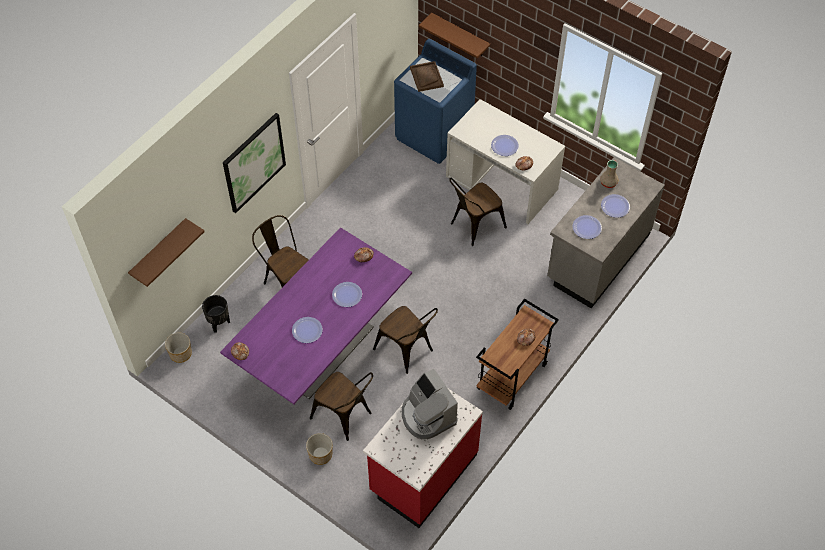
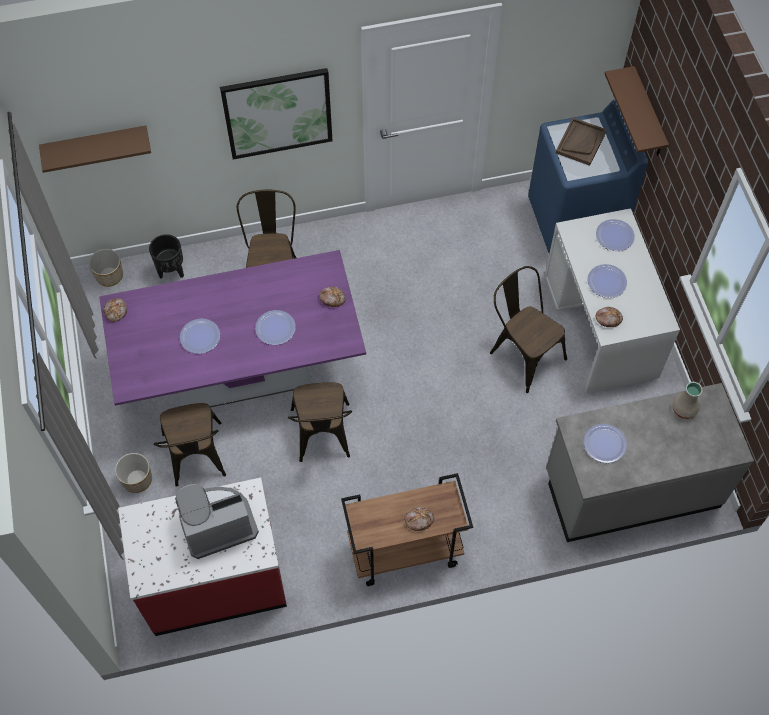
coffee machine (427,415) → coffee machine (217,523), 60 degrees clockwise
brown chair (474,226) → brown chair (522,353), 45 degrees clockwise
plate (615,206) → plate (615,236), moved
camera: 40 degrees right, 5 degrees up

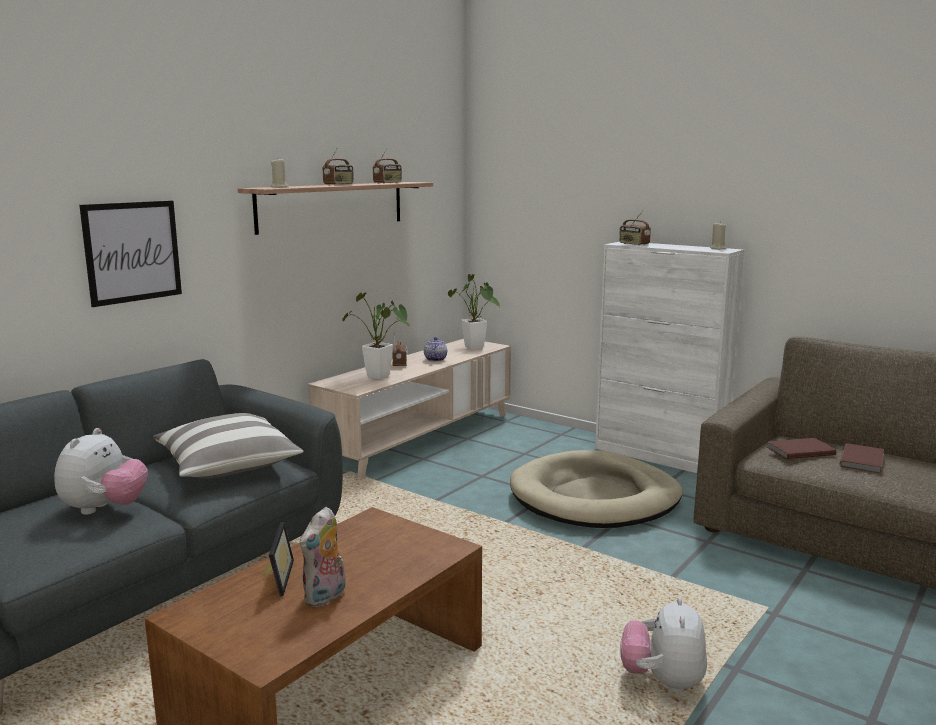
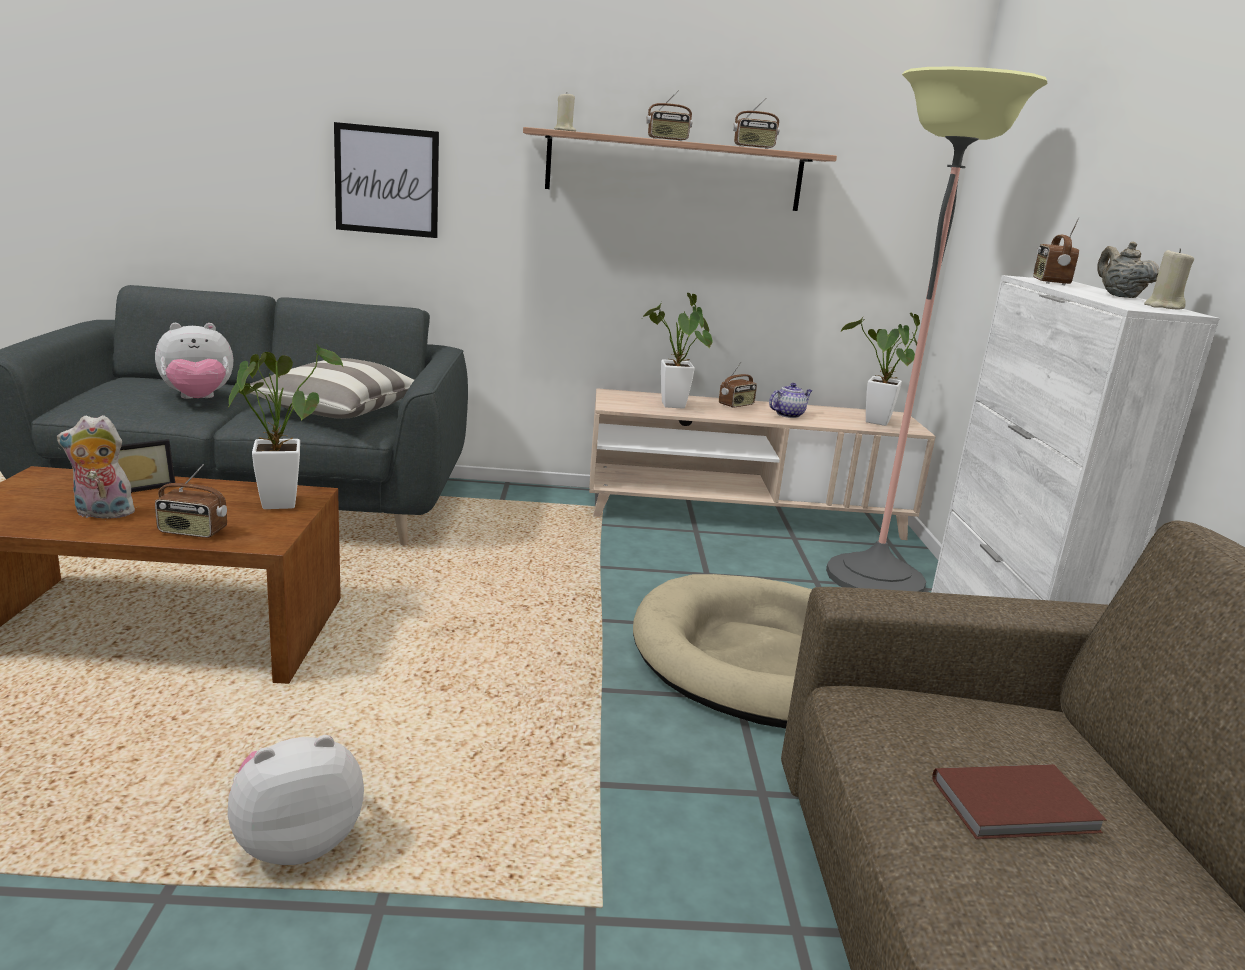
- → radio (192,532)
- → potted plant (280,500)
- → floor lamp (875,578)
- → beige teapot (1119,296)
brown book (799,451) → -
camera: 50 degrees right, 5 degrees up

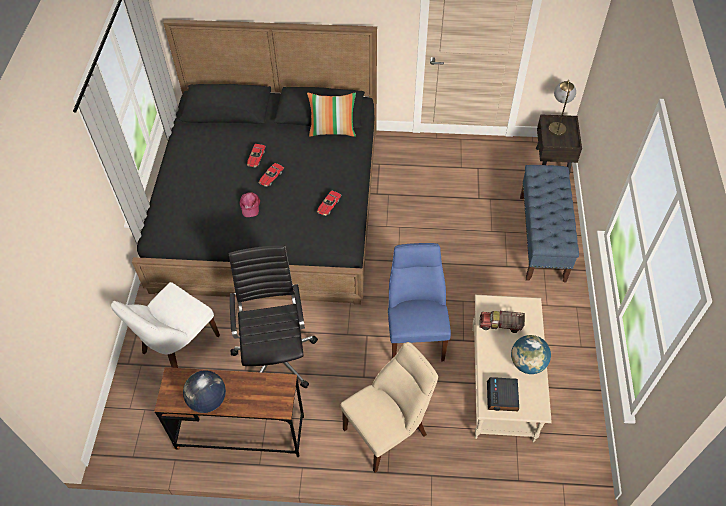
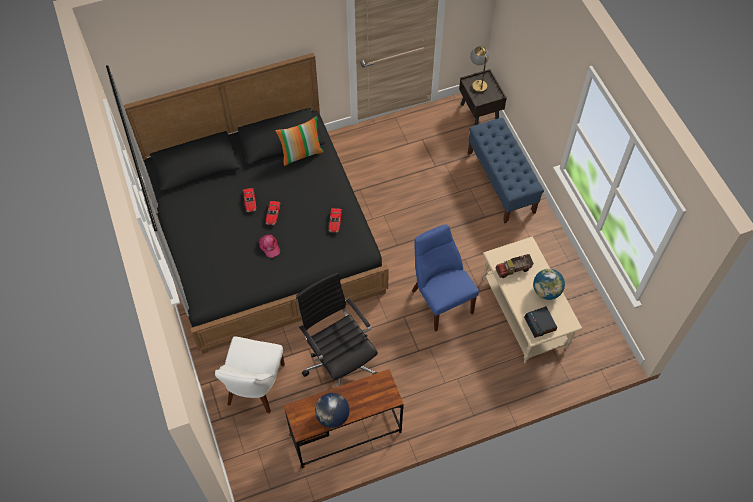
beige chair (388,430) → -
camera: 25 degrees left, 5 degrees up

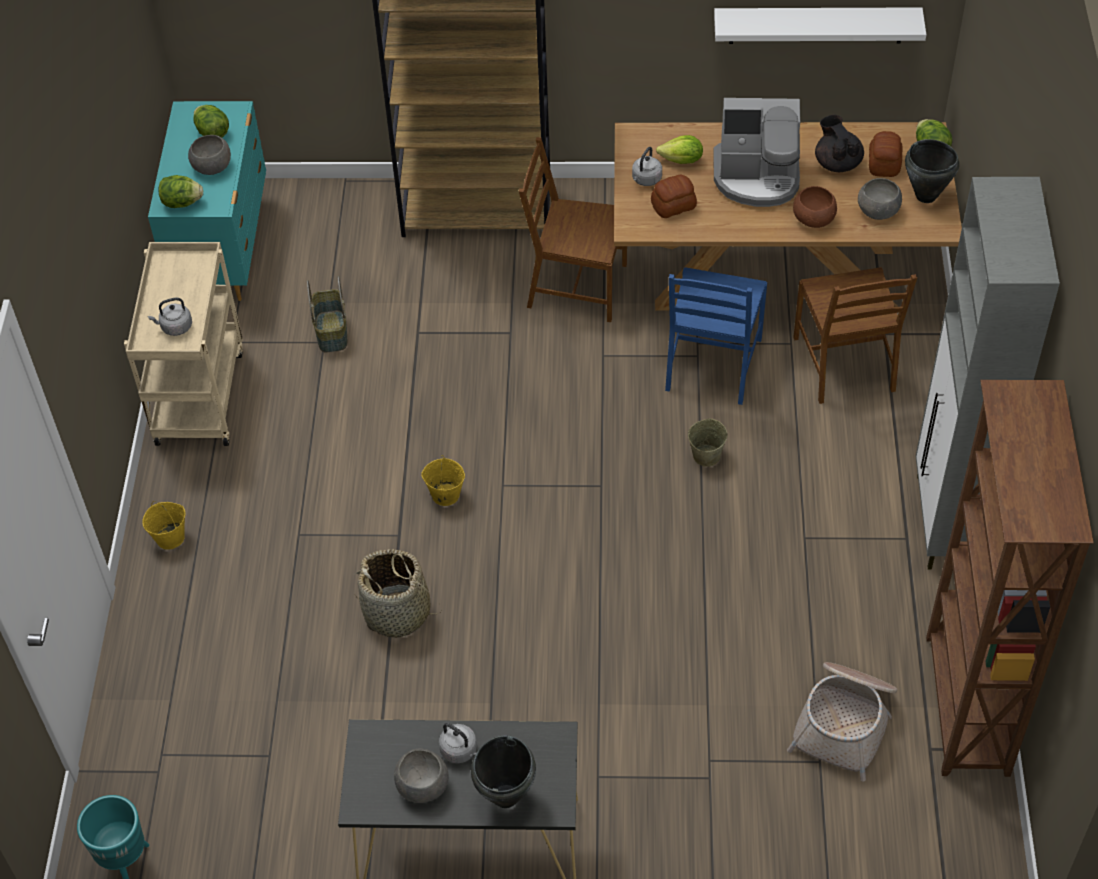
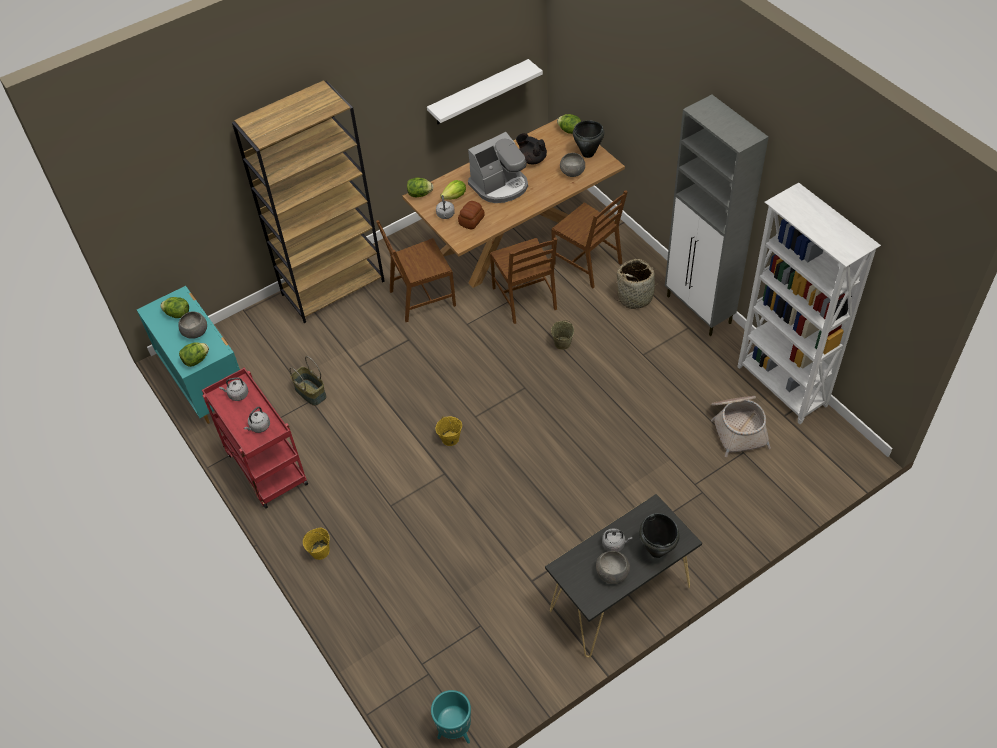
beige cart (199,395) → red cart (265,468)
- → grey kettle (237,395)
- → lettuce (419,194)
blue chair (712,365) → brown chair (525,298)
basket (397,613) → basket (635,297), moved
brown bookcase (965,706) → white bookcase (781,387)
brown bowl (814,218) → -
bread (883,164) → -
camera: 35 degrees left, 0 degrees up

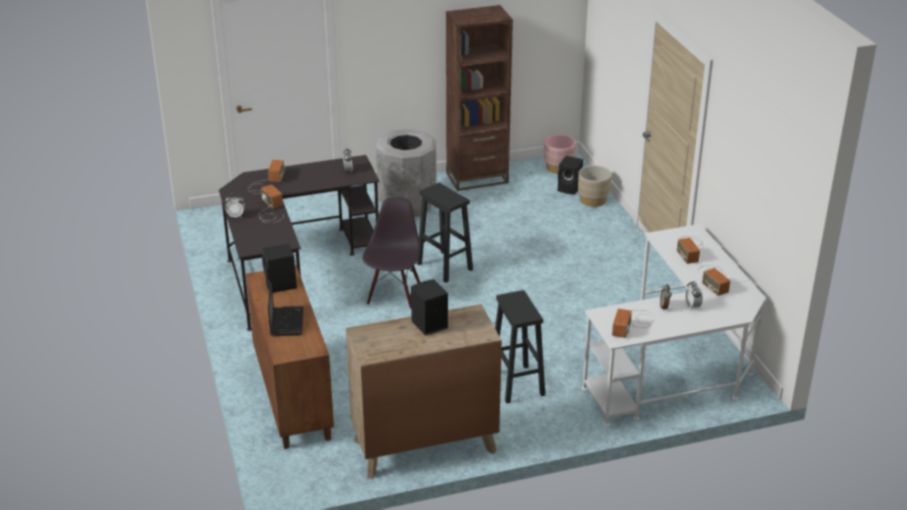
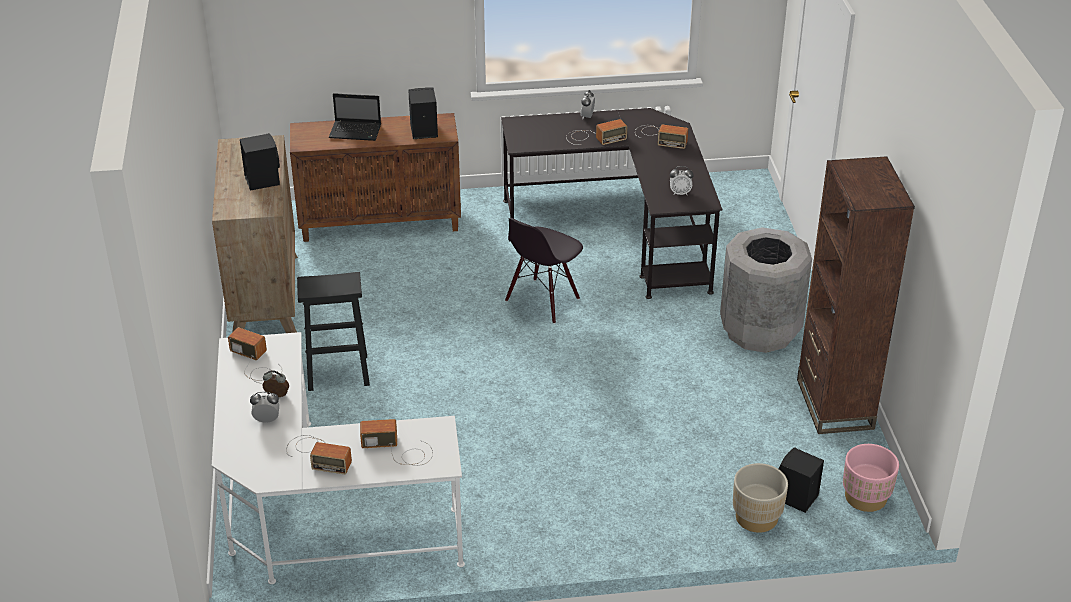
radio (714,279) → radio (317,454), 150 degrees counterclockwise
black chair (394,295) → black chair (543,300), 105 degrees clockwise
black stool (445,267) → -
camera: 100 degrees right, 5 degrees up

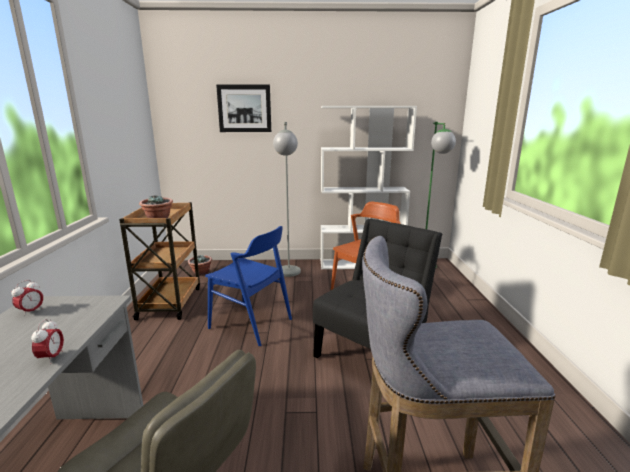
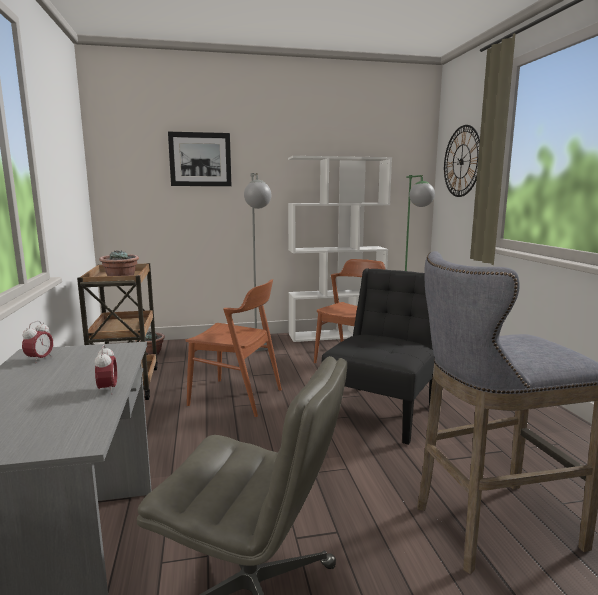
blue chair (251,323) → brown chair (236,397)
- → wall clock (461,161)
camera: 10 degrees left, 5 degrees down

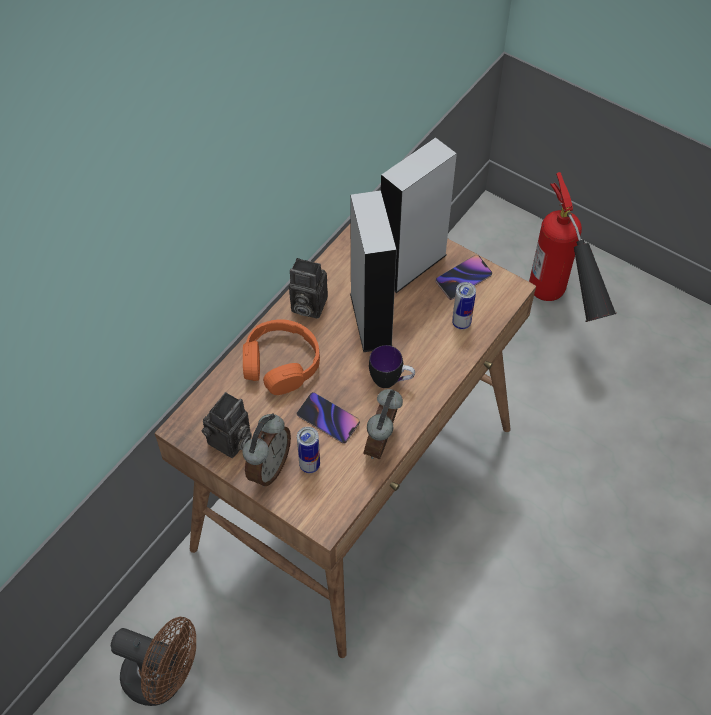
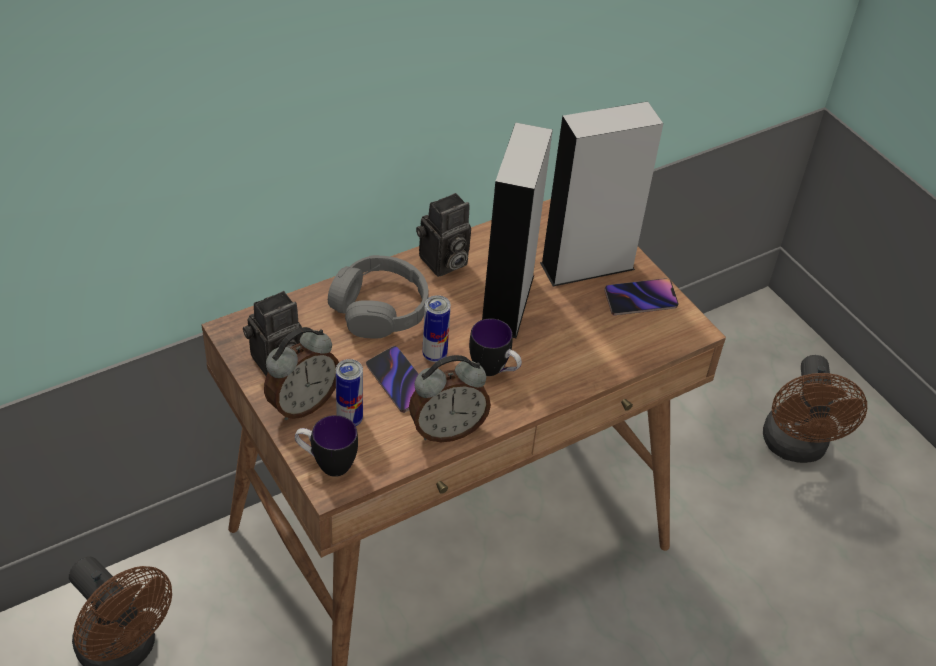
- → mug (326,463)
orange headphones (280,364) → grey headphones (379,308)
alarm clock (383,443) → alarm clock (447,429), 150 degrees counterclockwise
photo camera (306,305) → photo camera (443,263), 75 degrees counterclockwise
can (461,323) → can (434,355), moved
fire extinguisher (561,314) → brown fan (796,448)
camera: 20 degrees right, 10 degrees down

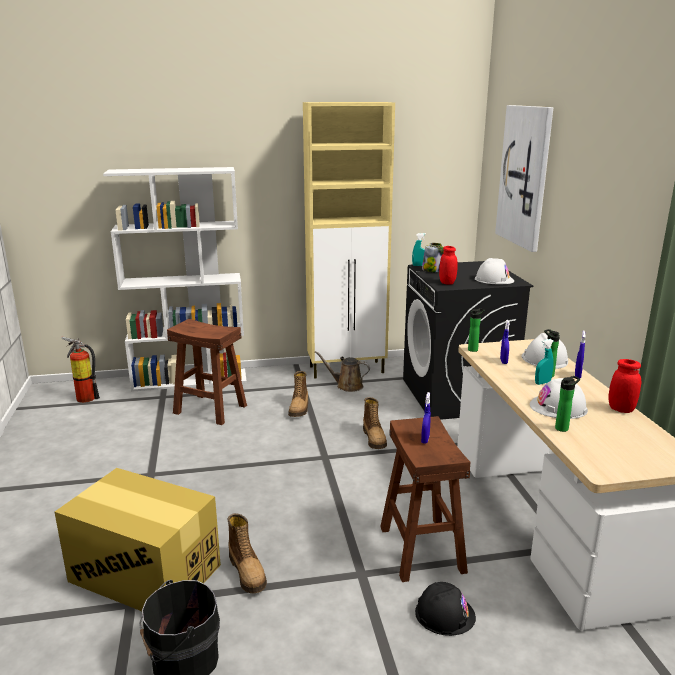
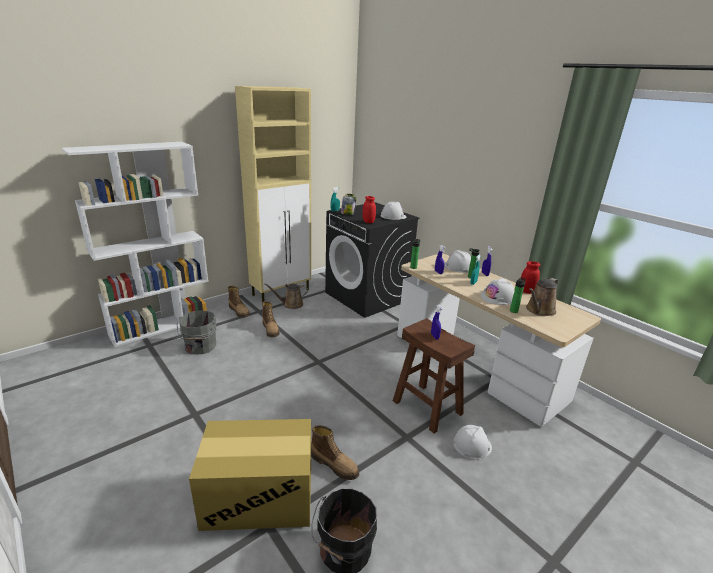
brown stool (209,409) → grey bucket (200,346)
boot (374,439) → boot (239,311), moved
black hard hat (444,614) → white hard hat (472,444)
- → brown watering can (539,310)
fire extinguisher (84,397) → -
picture (525,176) → -
camera: 30 degrees left, 5 degrees up

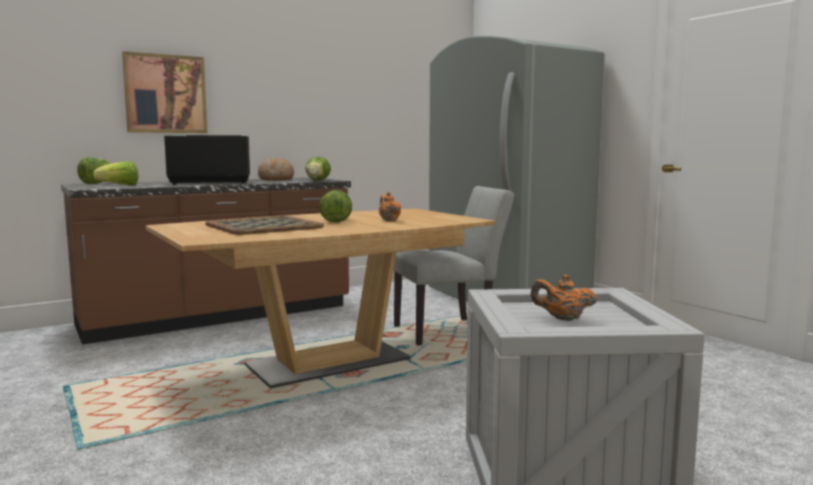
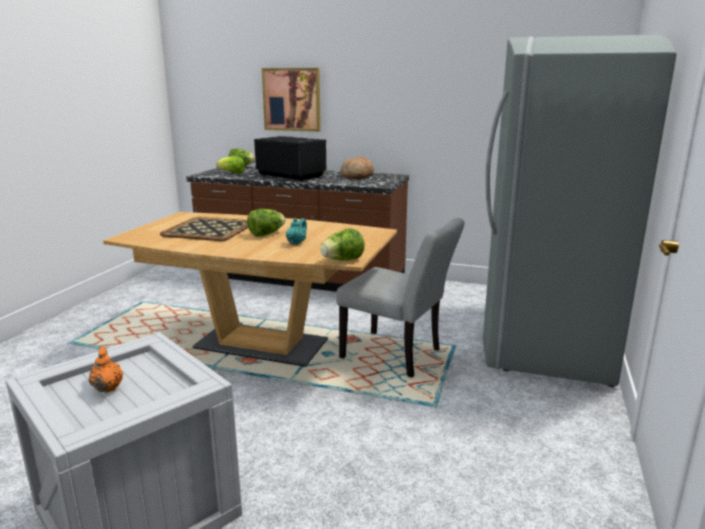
orange teapot (389,220) → turquoise teapot (296,243)
lettuce (317,180) → lettuce (342,260), moved
camera: 50 degrees right, 10 degrees up

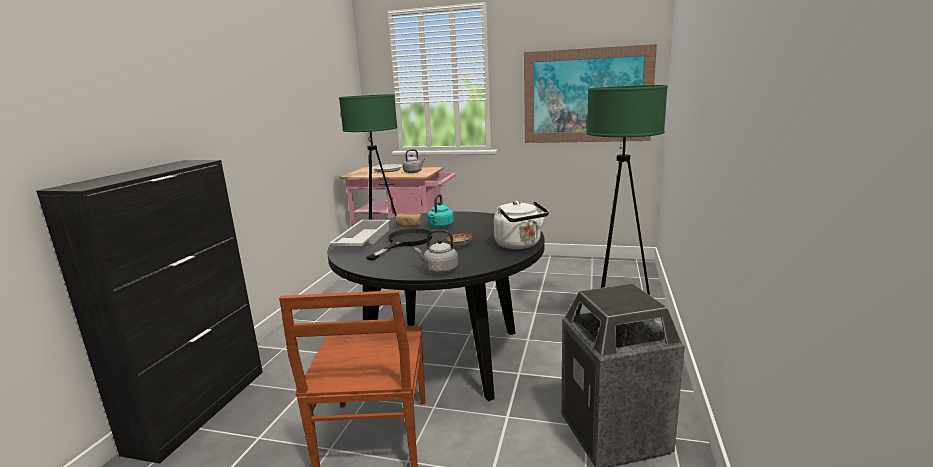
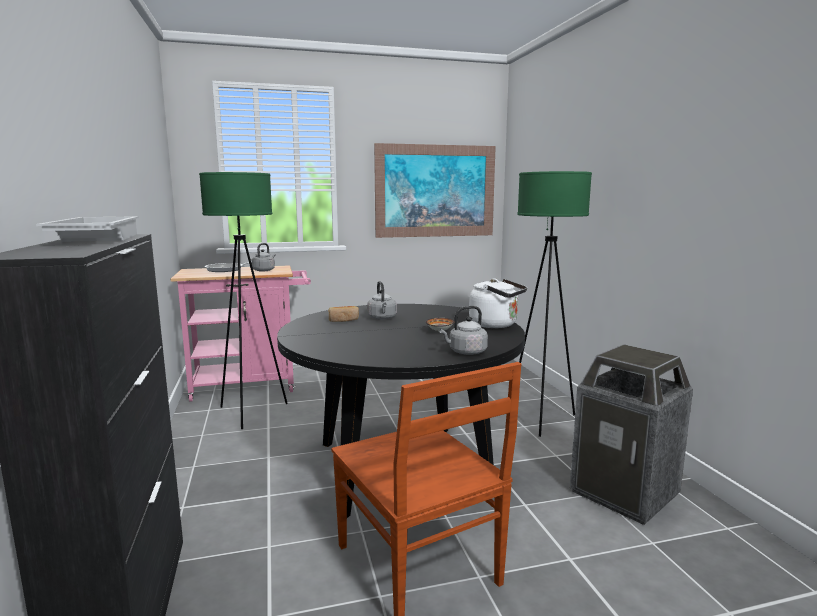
white tray (362,240) → white tray (95,239), moved
turquoise kettle (440,226) → grey kettle (382,318)
black frying pan (405,242) → -
camera: 30 degrees left, 5 degrees down

